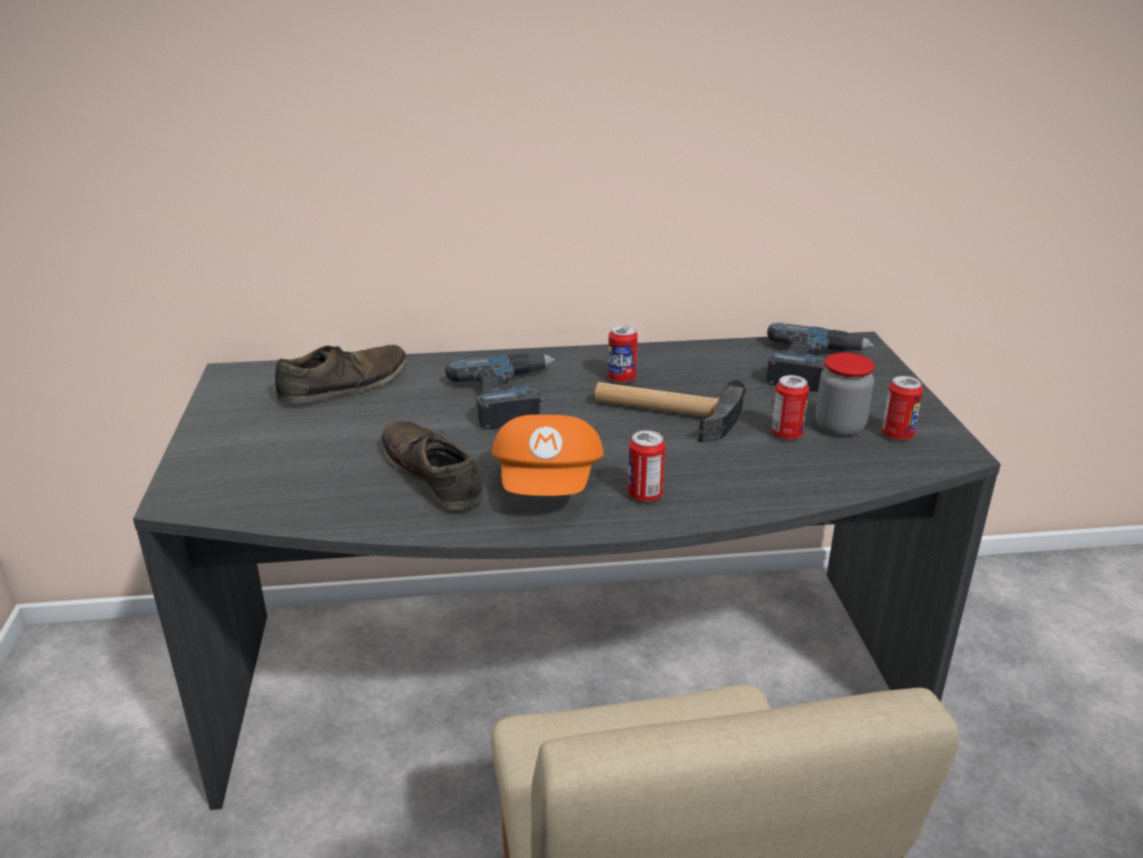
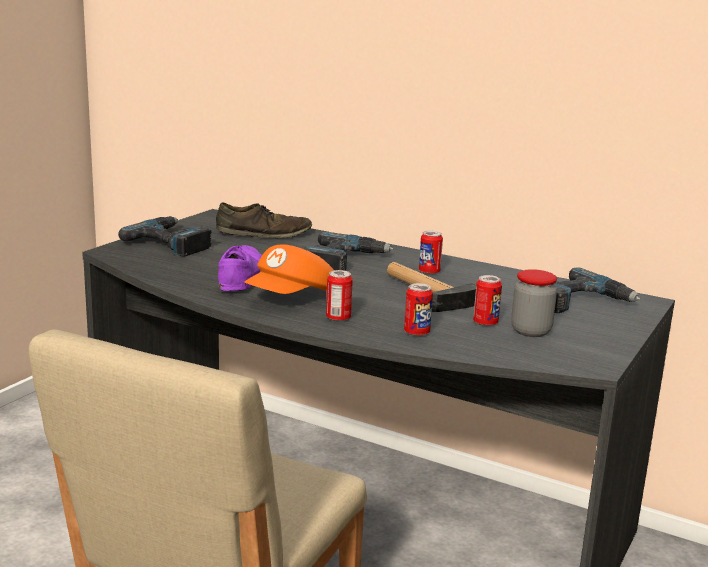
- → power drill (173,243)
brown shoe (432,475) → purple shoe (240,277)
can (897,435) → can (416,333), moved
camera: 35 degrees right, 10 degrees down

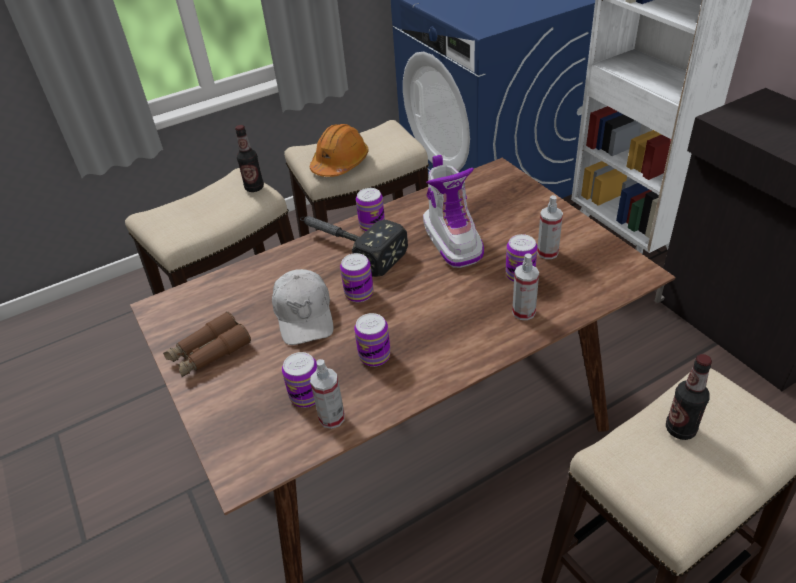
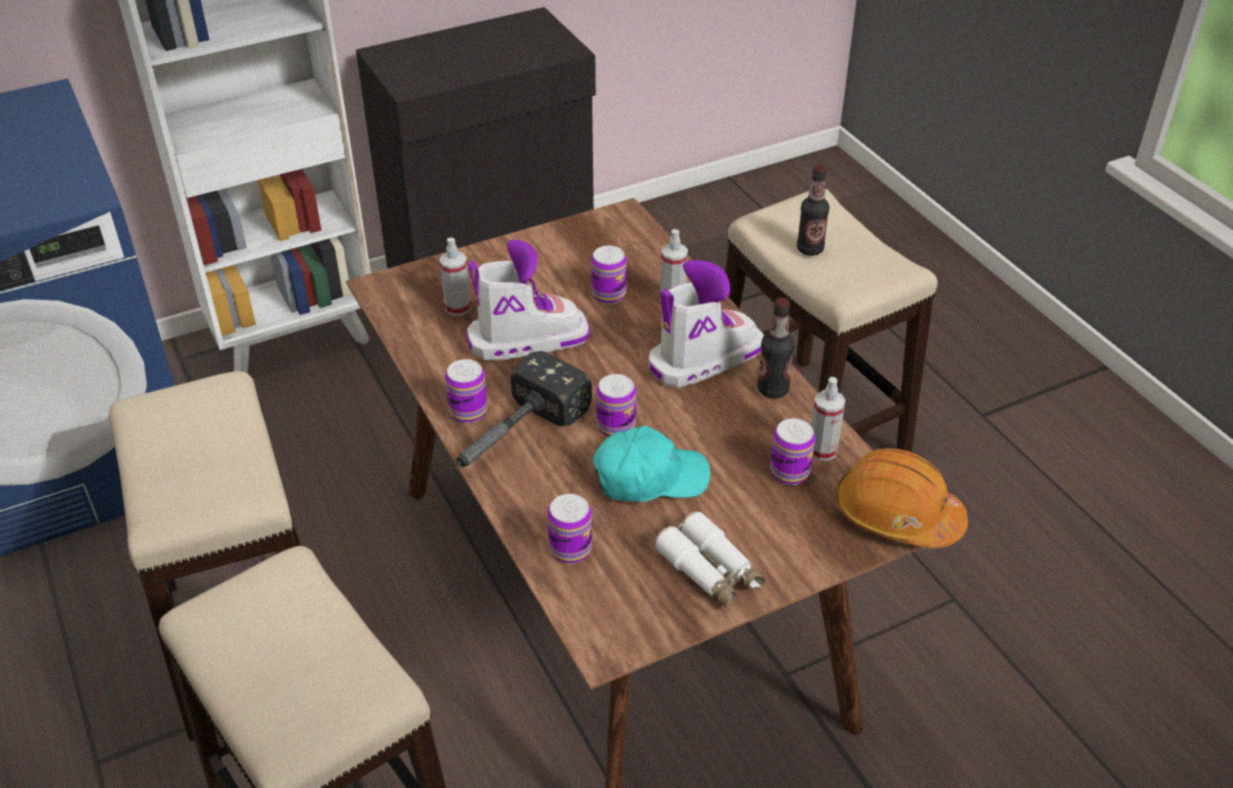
spray bottle (547,252) → spray bottle (458,308), moved
can (374,356) → can (570,549), moved
white cap (304,315) → turquoise cap (649,478)
- → boot (704,359)
brown binoculars (209,353) → white binoculars (710,571)
bottle (254,188) → bottle (773,390), moved
orange hard hat (340,163) → orange hard hat (896,515), moved
camera: 90 degrees left, 0 degrees up

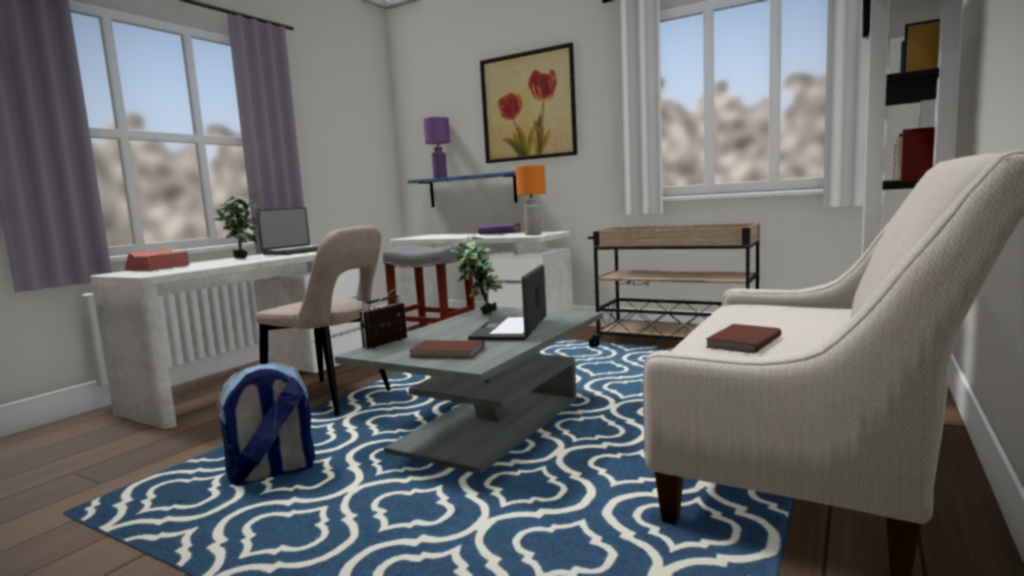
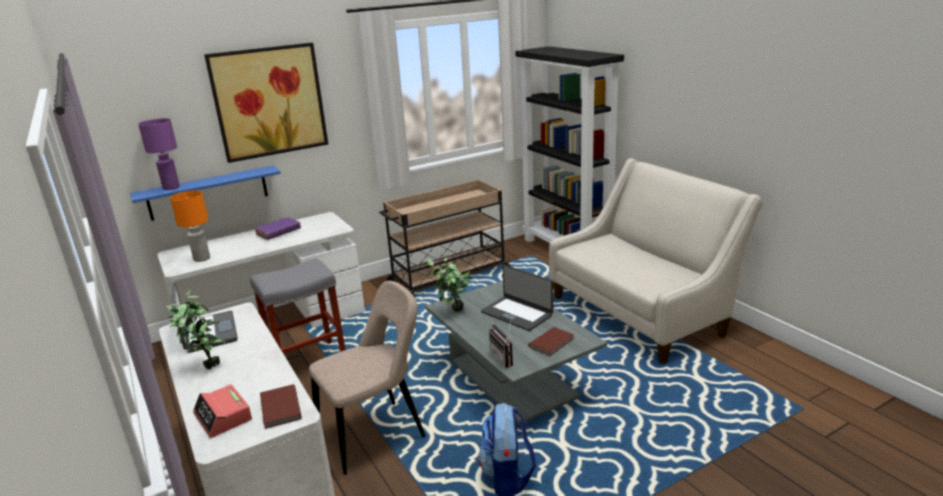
orange table lamp (533,234) → orange table lamp (201,258), moved
brown book (741,342) → brown book (279,409), moved
camera: 60 degrees left, 15 degrees up

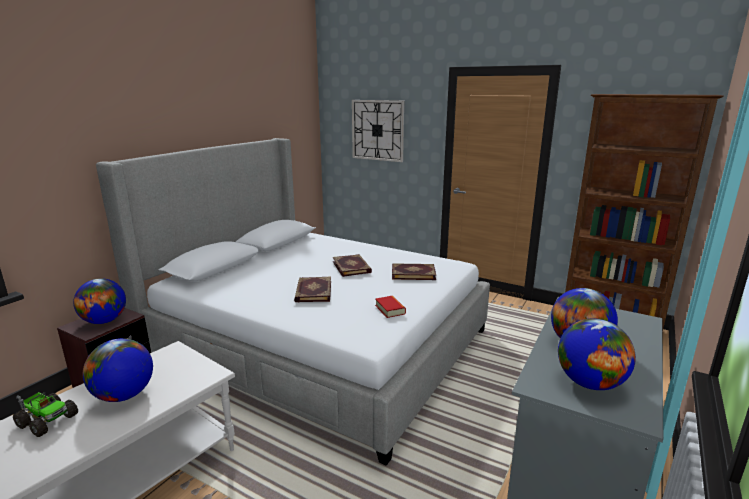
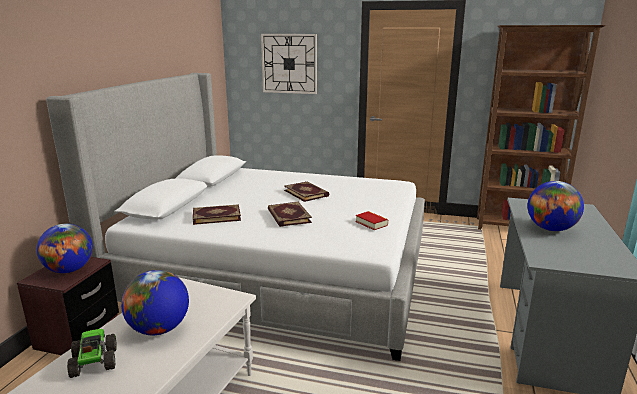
toy truck (47,420) → toy truck (94,363), 120 degrees counterclockwise
book (413,273) → book (216,216), moved
globe (590,383) → -
camera: 15 degrees left, 0 degrees up

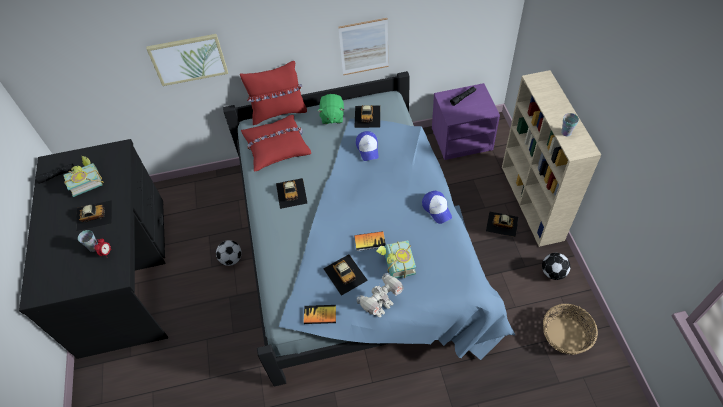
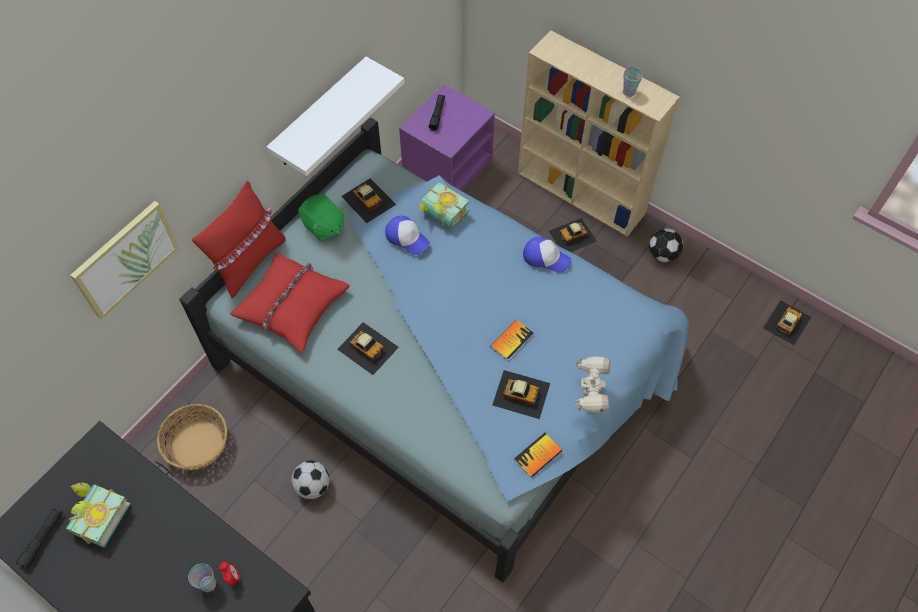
basket (566,335) → basket (198,444), moved
picture (364,47) → white shelf (320,114)
book (395,264) → book (441,215), moved
toy car (93,215) → toy car (786,322), moved
camera: 45 degrees left, 5 degrees up

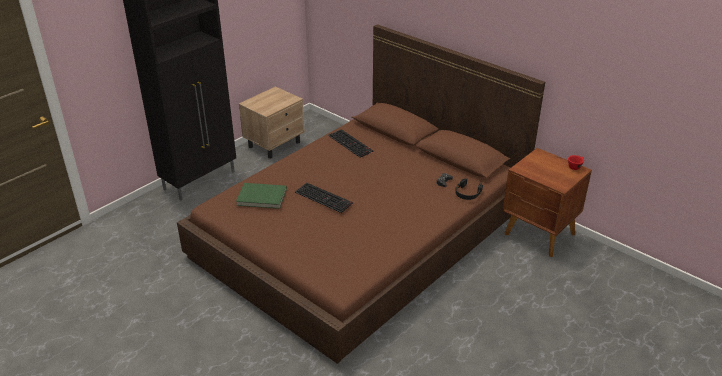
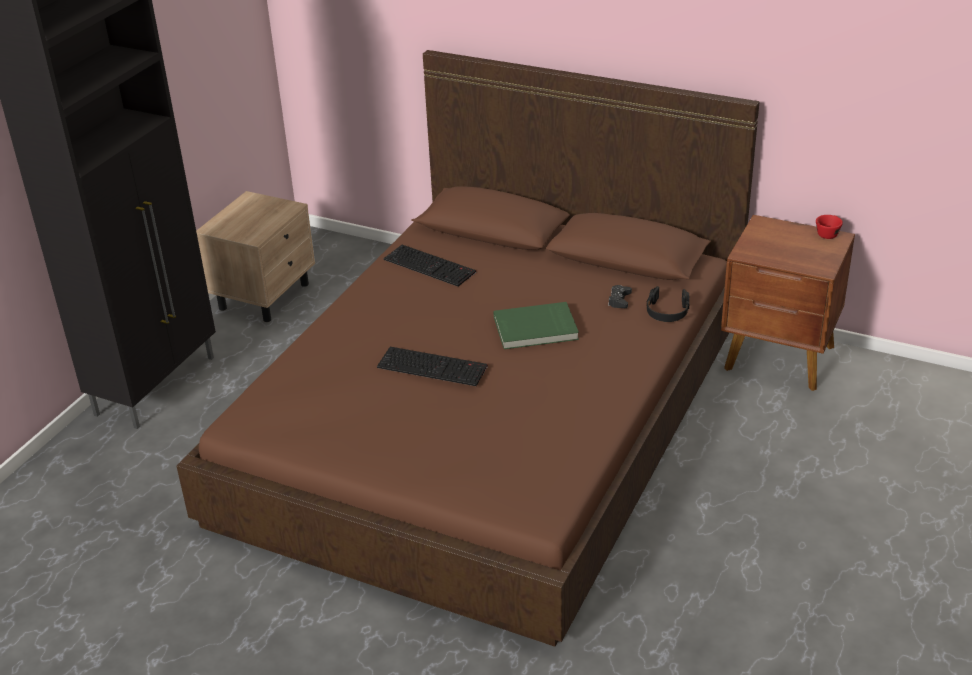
green book (261,198) → green book (536,329), moved
camera: 15 degrees left, 0 degrees up

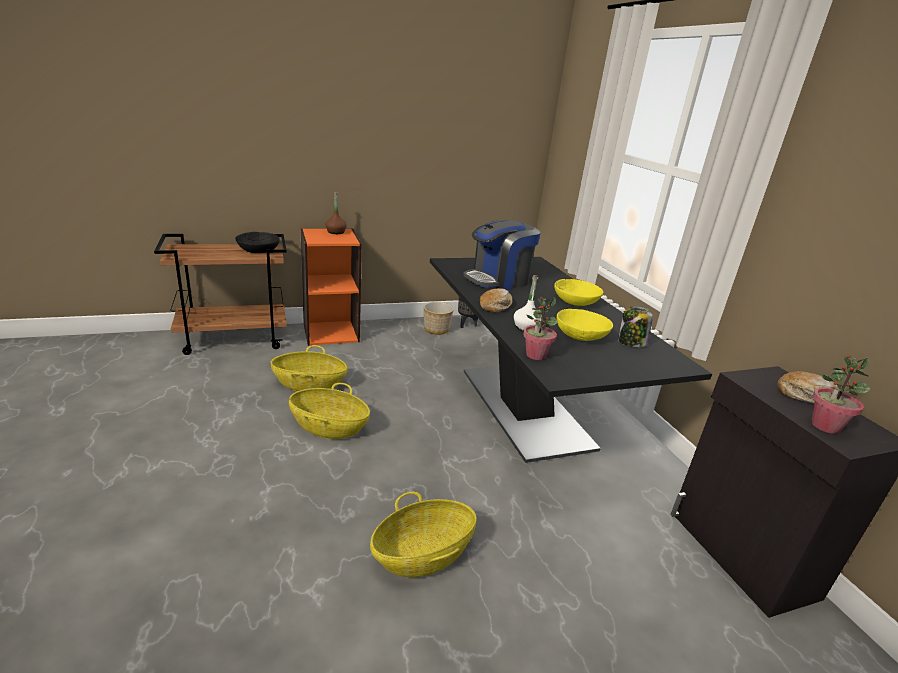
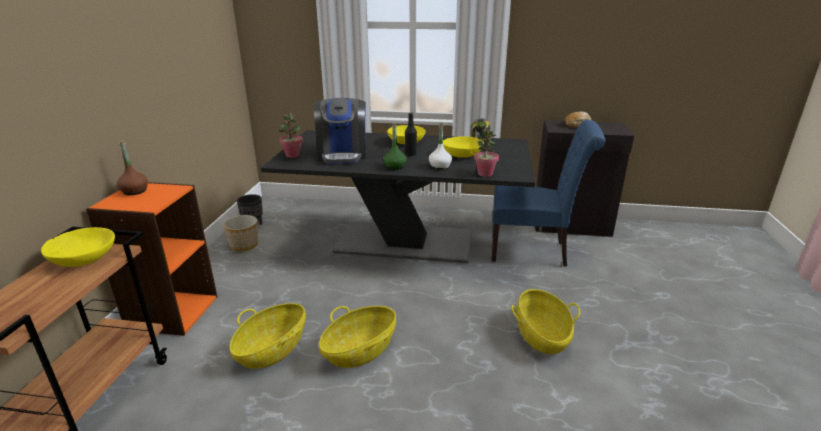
black bowl (258,250) → yellow bowl (84,259)
potted plant (824,426) → potted plant (292,155), moved
bread (496,306) → green bottle (394,167)
- → black bottle (410,154)
- → blue chair (533,251)
camera: 60 degrees left, 0 degrees up

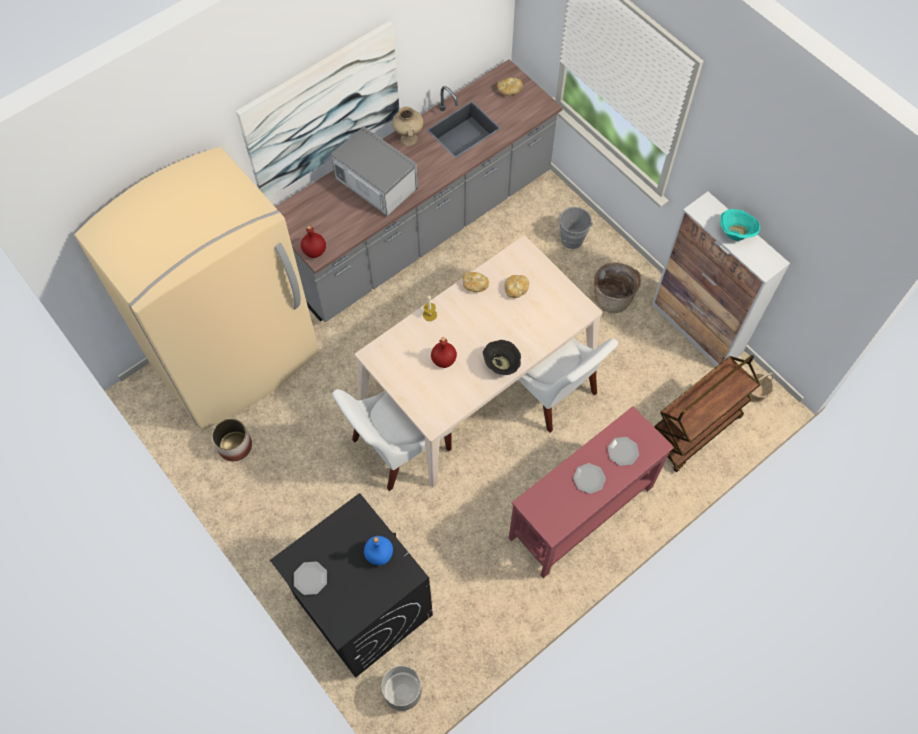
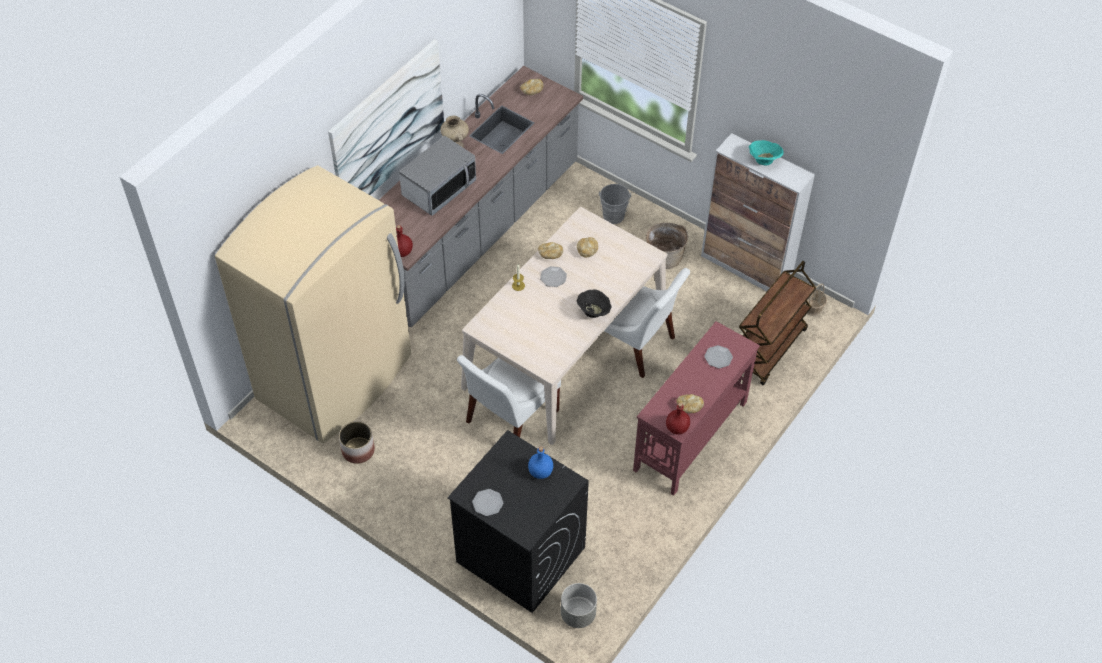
microwave (376,185) → microwave (439,188), 105 degrees clockwise
plate (588,479) → plate (553,277), moved
red bottle (443,360) → red bottle (676,428), moved
- → bread (689,407)
camera: 15 degrees left, 10 degrees down

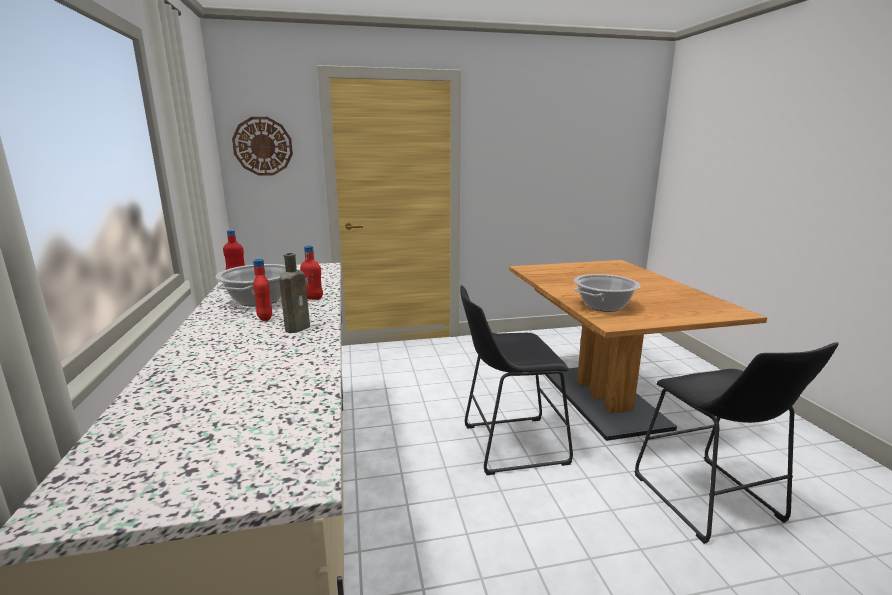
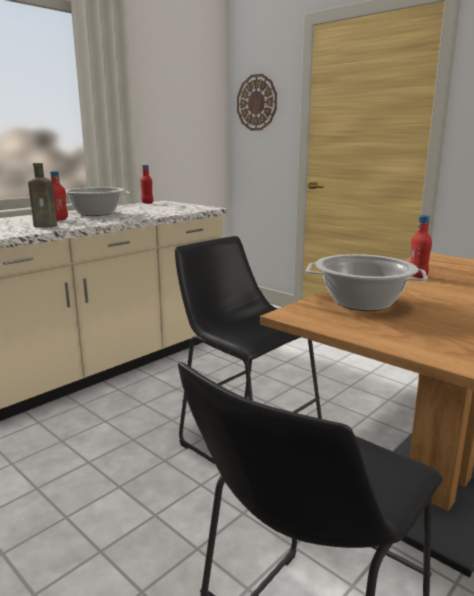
red bottle (313,298) → red bottle (417,276), moved
camera: 55 degrees right, 0 degrees up

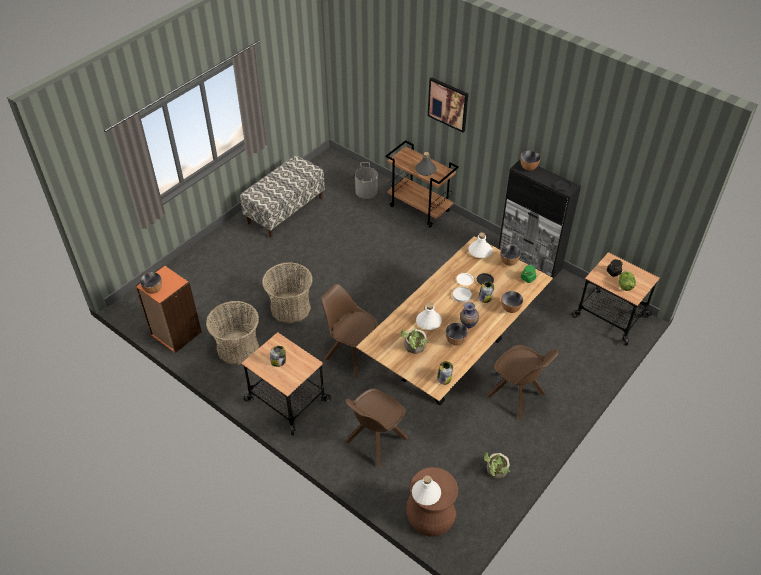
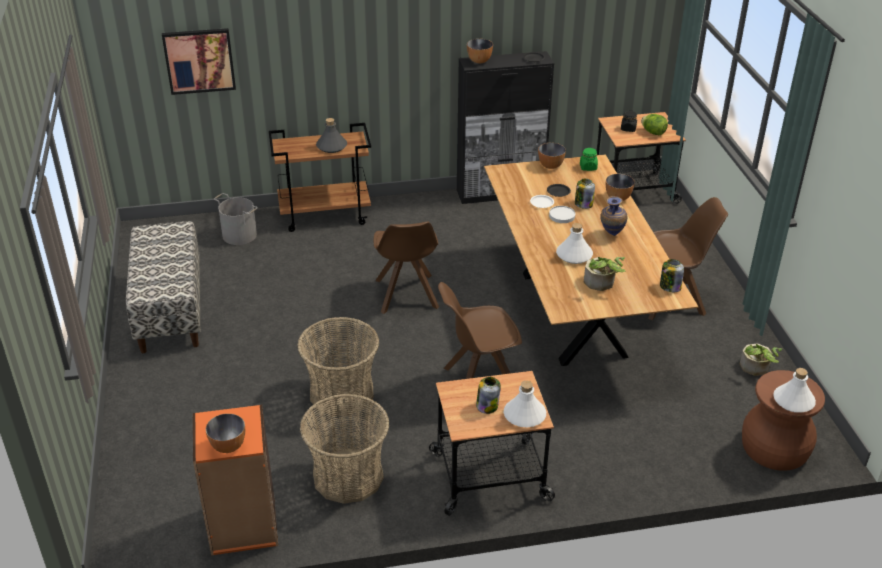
picture (448,104) → picture (199,60), moved
brown chair (375,441) → brown chair (406,295), moved
white bottle (479,251) → white bottle (524,415), moved
bowl (455,340) → -
camera: 50 degrees left, 10 degrees down

